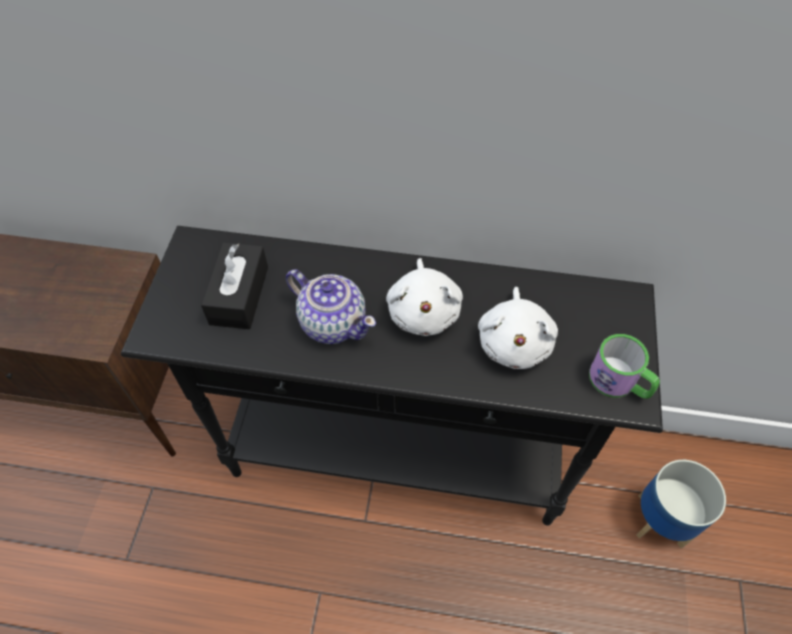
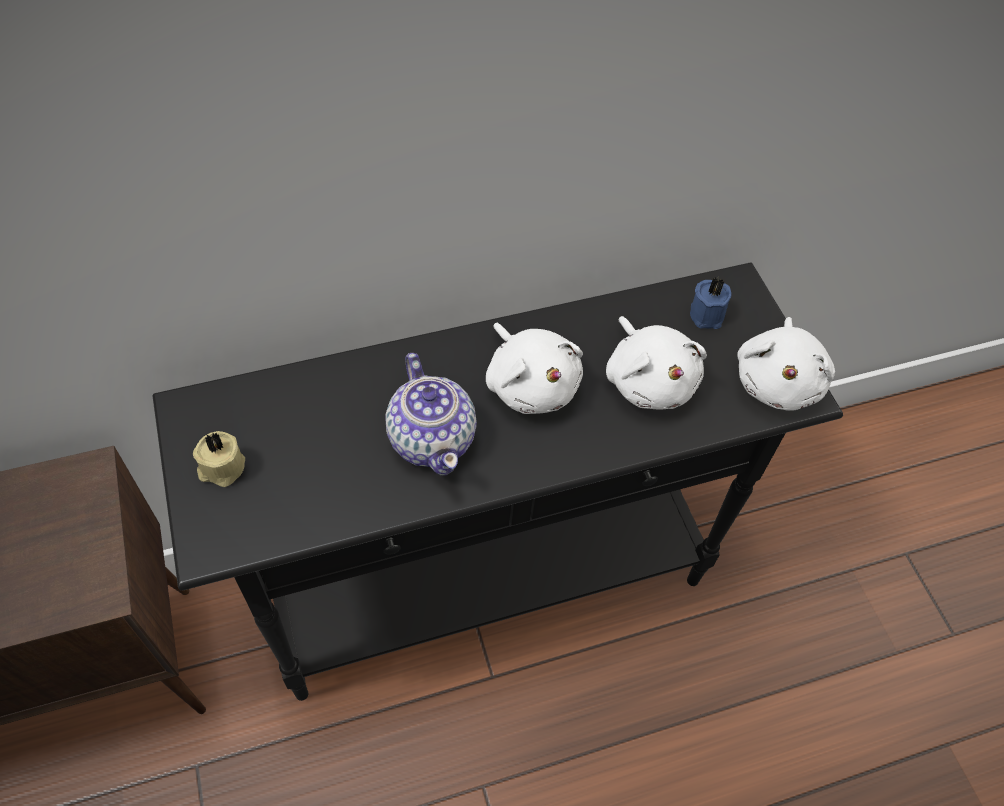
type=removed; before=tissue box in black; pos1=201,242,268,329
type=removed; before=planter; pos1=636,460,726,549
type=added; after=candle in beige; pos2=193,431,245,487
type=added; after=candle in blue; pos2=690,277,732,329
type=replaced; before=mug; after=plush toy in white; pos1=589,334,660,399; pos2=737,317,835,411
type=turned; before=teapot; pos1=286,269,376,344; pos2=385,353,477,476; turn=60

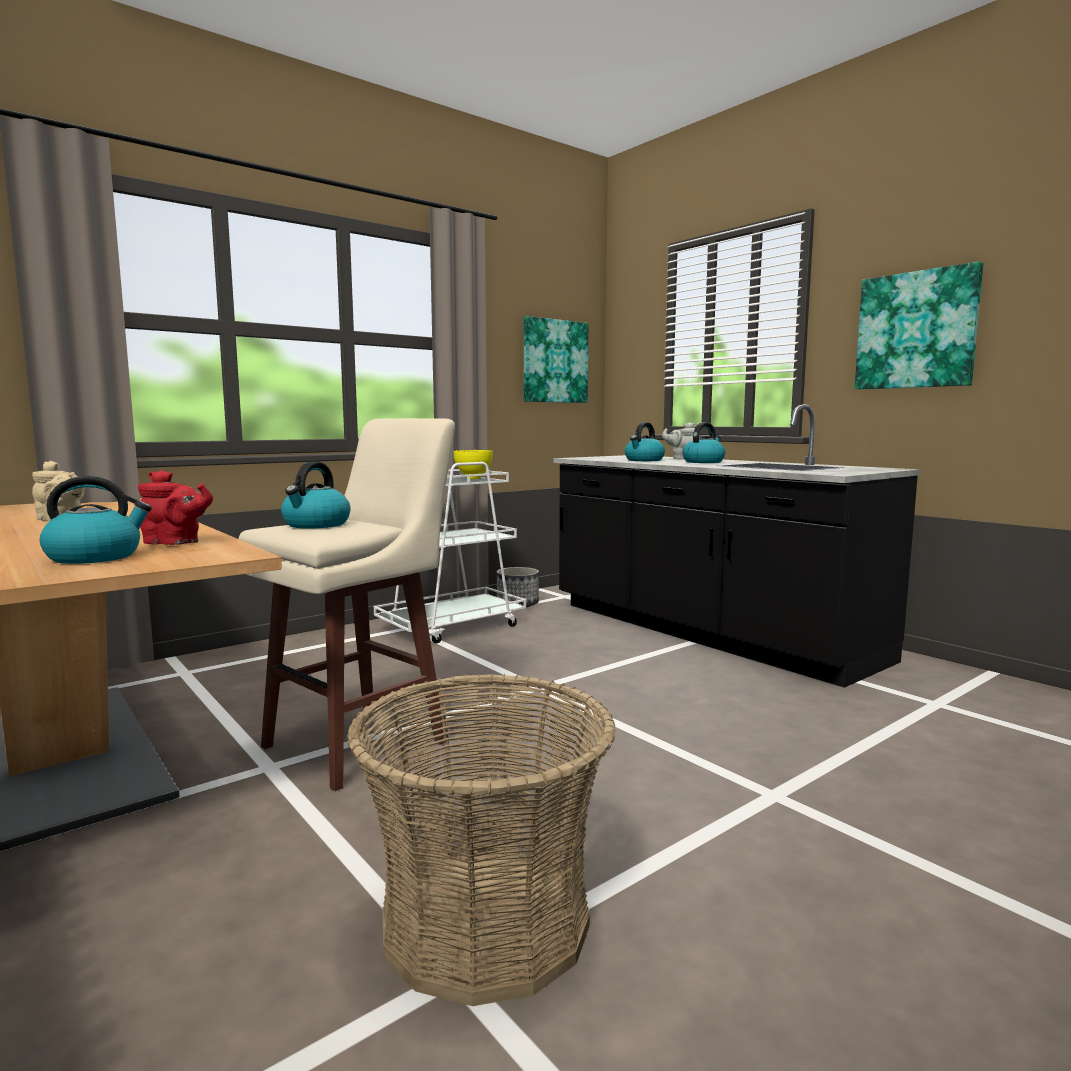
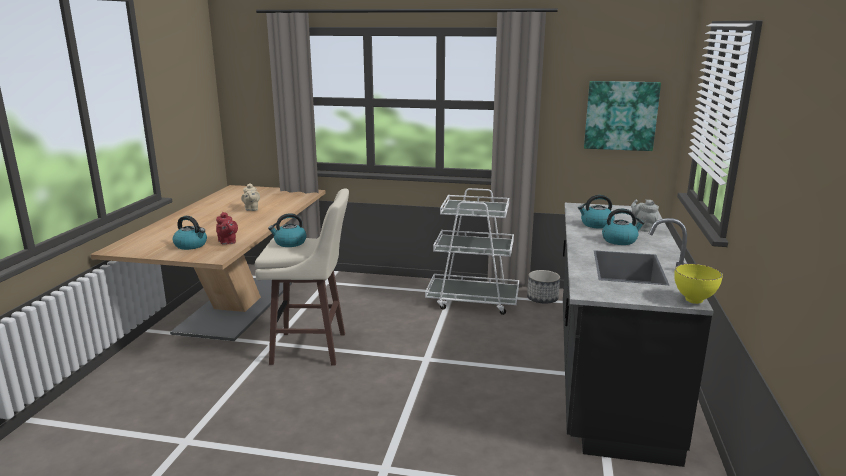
type=removed; before=basket; pos1=347,674,616,1006
type=removed; before=picture; pos1=855,261,983,389
type=moved; before=bowl in yellow; pos1=454,450,492,479; pos2=674,264,723,304

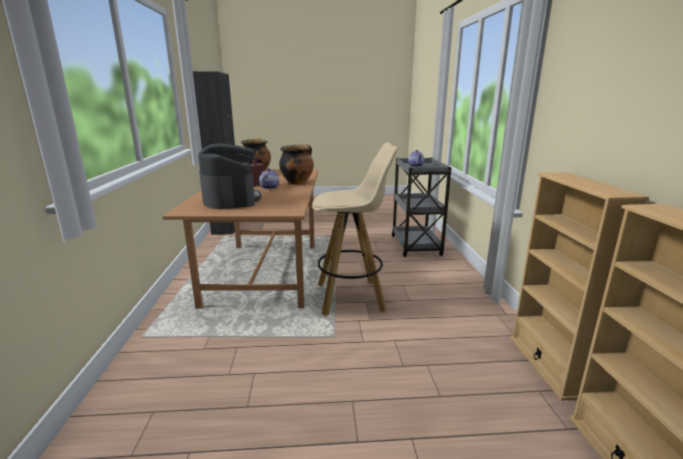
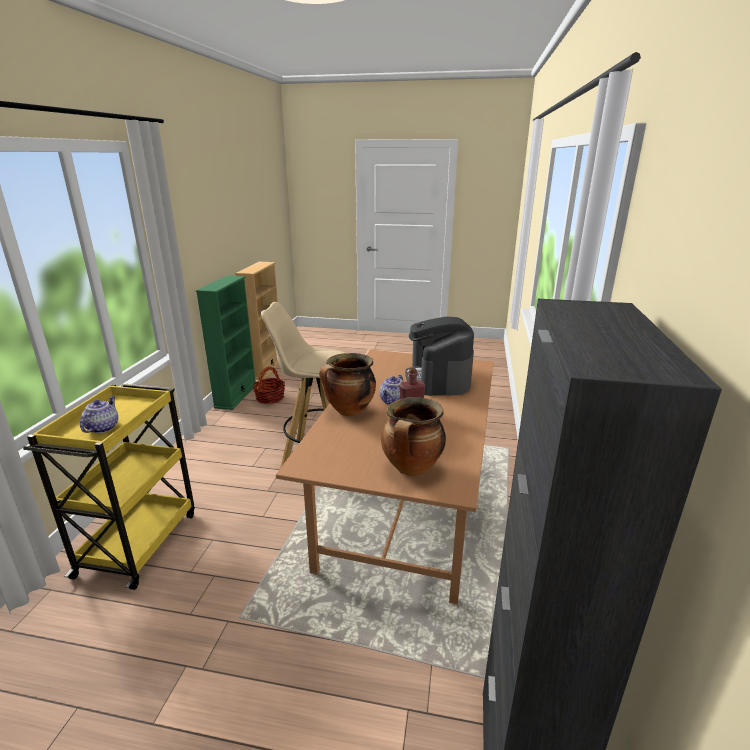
type=added; after=basket; pos2=253,367,285,404
type=recoloured; before=cart in grey; after=cart in yellow; pos1=392,157,452,257; pos2=23,383,195,590
type=recoloured; before=bookcase in beige; after=bookcase in green; pos1=510,173,649,401; pos2=196,276,256,410

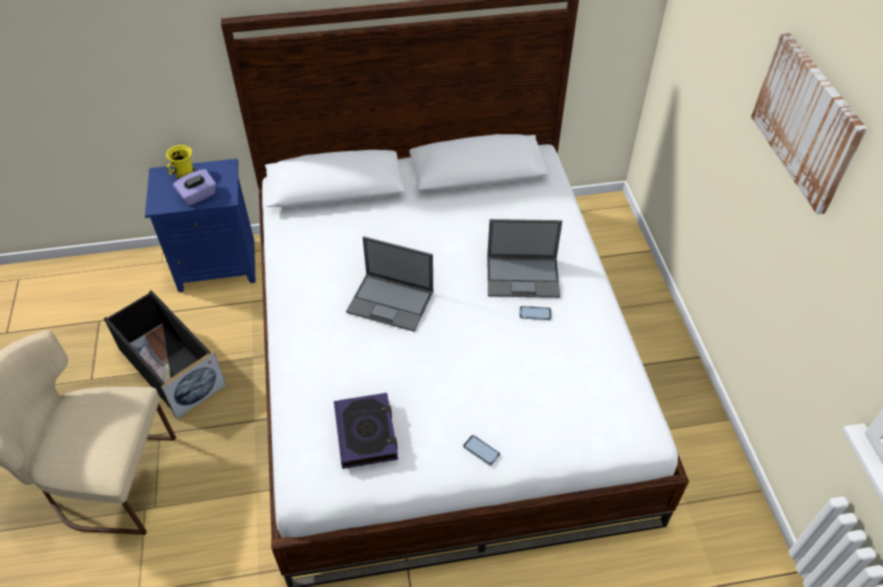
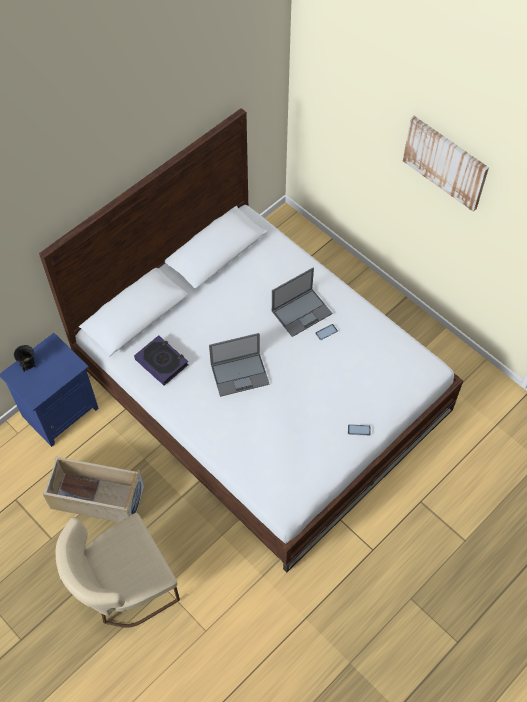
type=removed; before=tissue box in purple; pos1=173,169,216,206
type=moved; before=book; pos1=334,393,398,469; pos2=134,335,189,386
type=recoloured; before=storage box in black; after=storage box in beige; pos1=104,290,226,419; pos2=43,456,144,522
type=recoloured; before=mug in yellow; after=mug in black; pos1=166,145,195,178; pos2=14,345,36,372

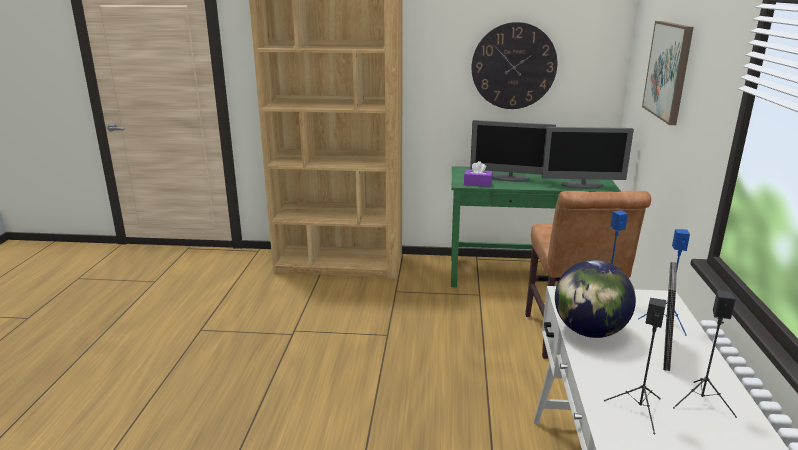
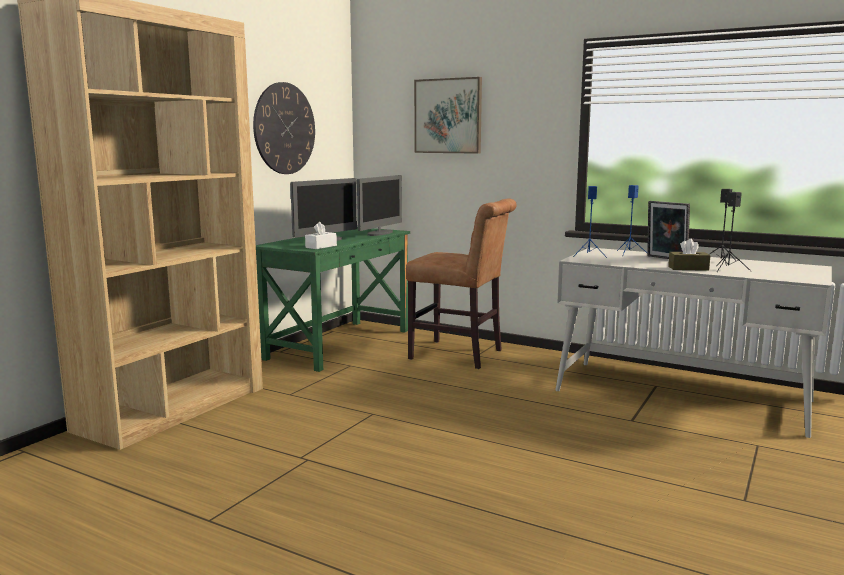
type=removed; before=globe; pos1=555,260,636,338
type=added; after=tissue box in brown; pos2=668,238,710,271
type=recoloured; before=tissue box in purple; after=tissue box in white; pos1=464,161,492,187; pos2=305,222,337,249

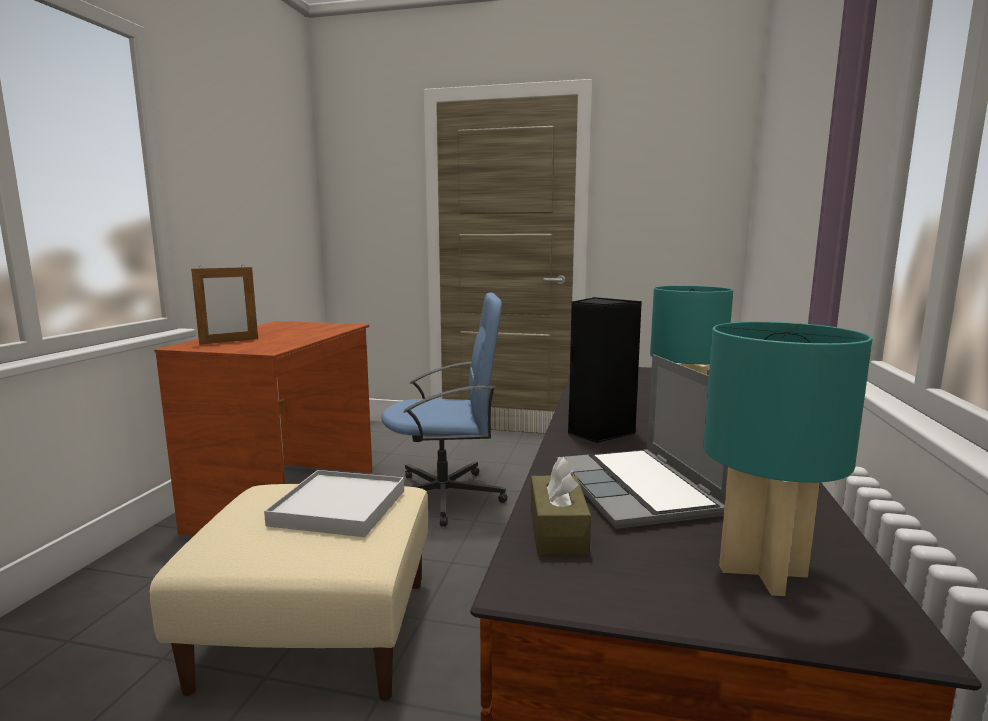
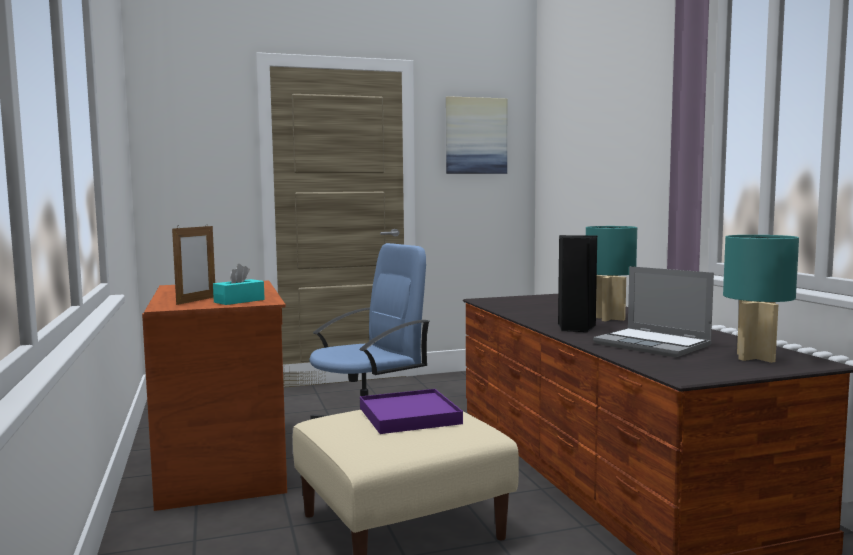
type=removed; before=tissue box in brown; pos1=531,457,591,555
type=added; after=tissue box in turquoise; pos2=213,264,265,305
type=added; after=picture; pos2=446,96,507,174
type=recoloured; before=tray in white; after=tray in purple; pos1=264,470,404,537; pos2=360,389,463,434

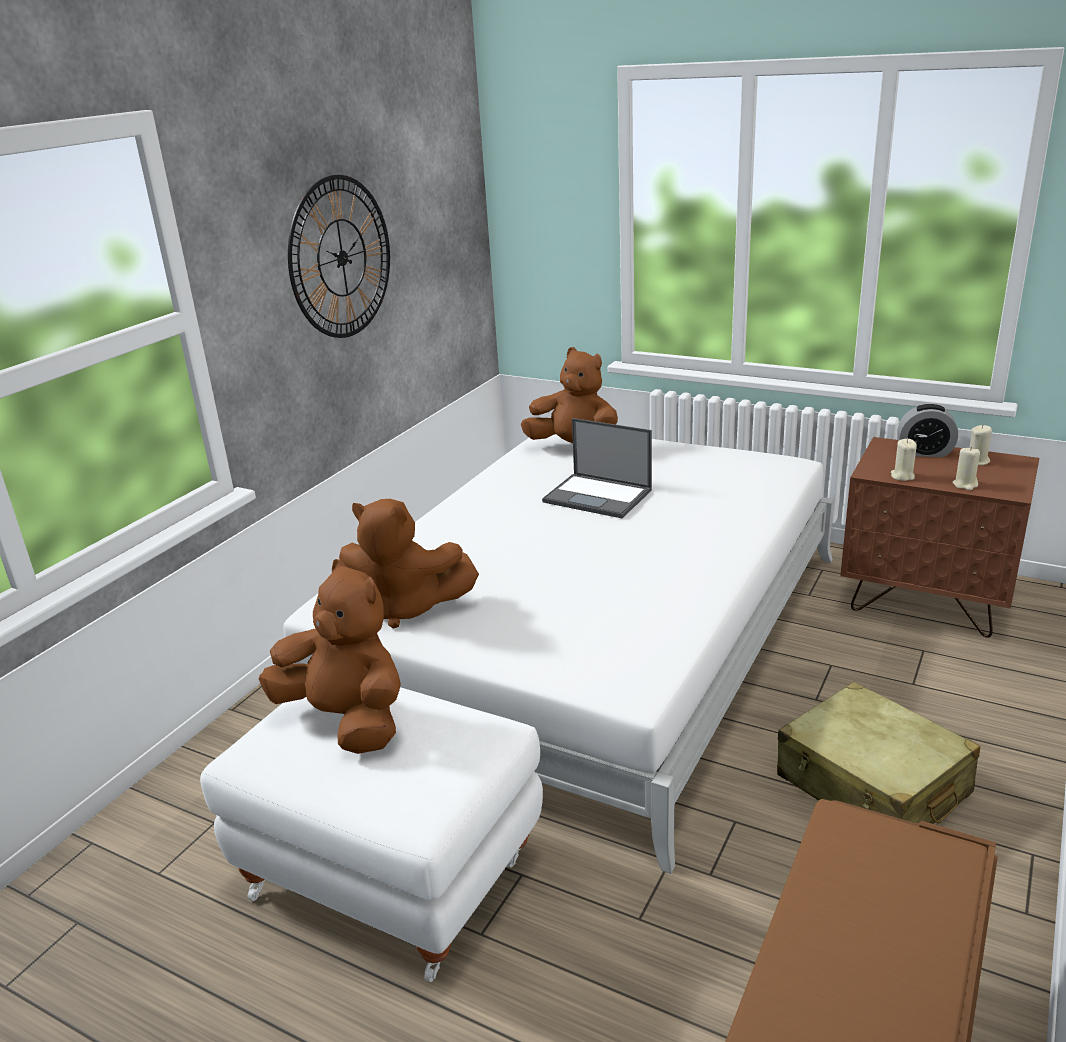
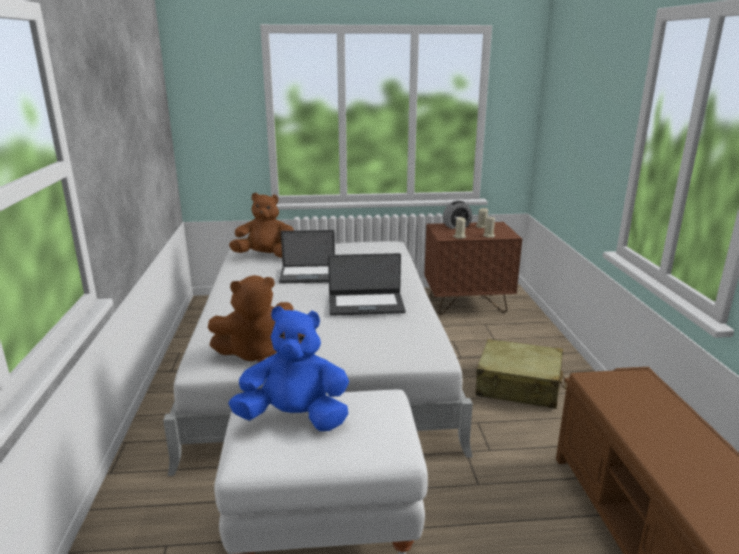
type=removed; before=wall clock; pos1=288,175,390,338
type=added; after=laptop; pos2=328,253,406,316
type=recoloured; before=plush toy in brown; after=plush toy in blue; pos1=258,559,401,754; pos2=228,306,349,431

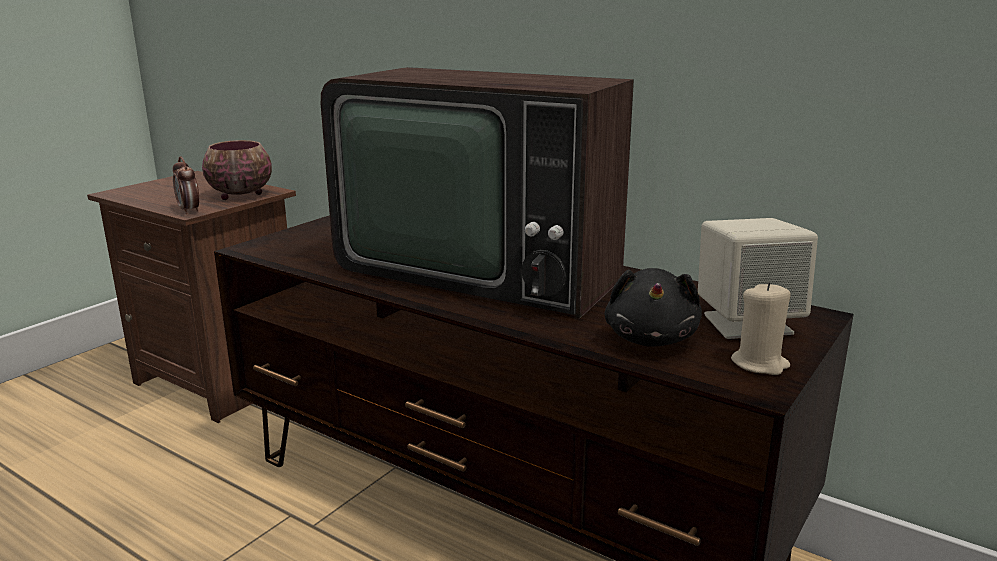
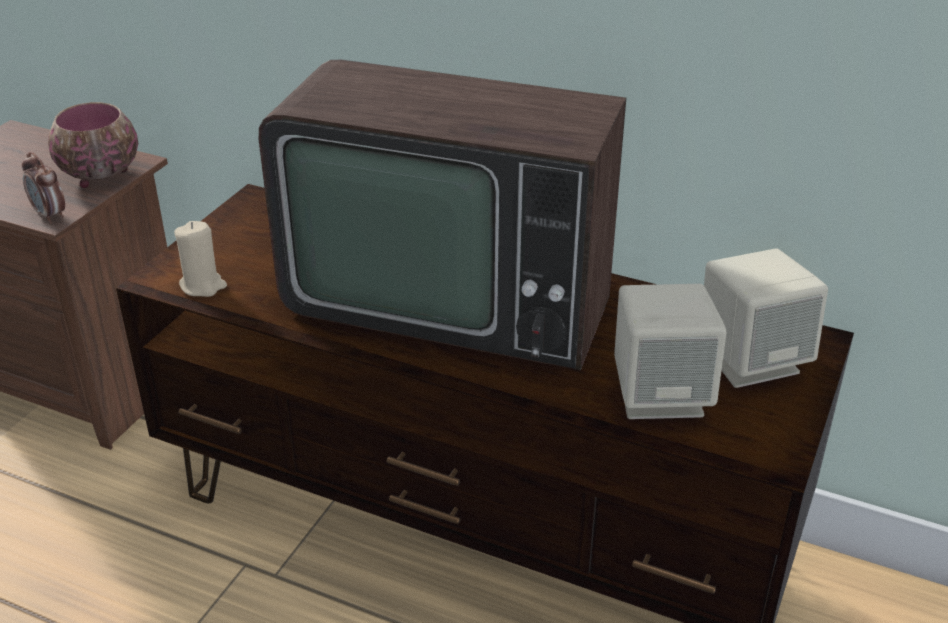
type=moved; before=candle in beige; pos1=731,282,791,375; pos2=174,221,227,297
type=replaced; before=plush toy in black; after=speaker in beige; pos1=604,268,702,346; pos2=614,284,727,419

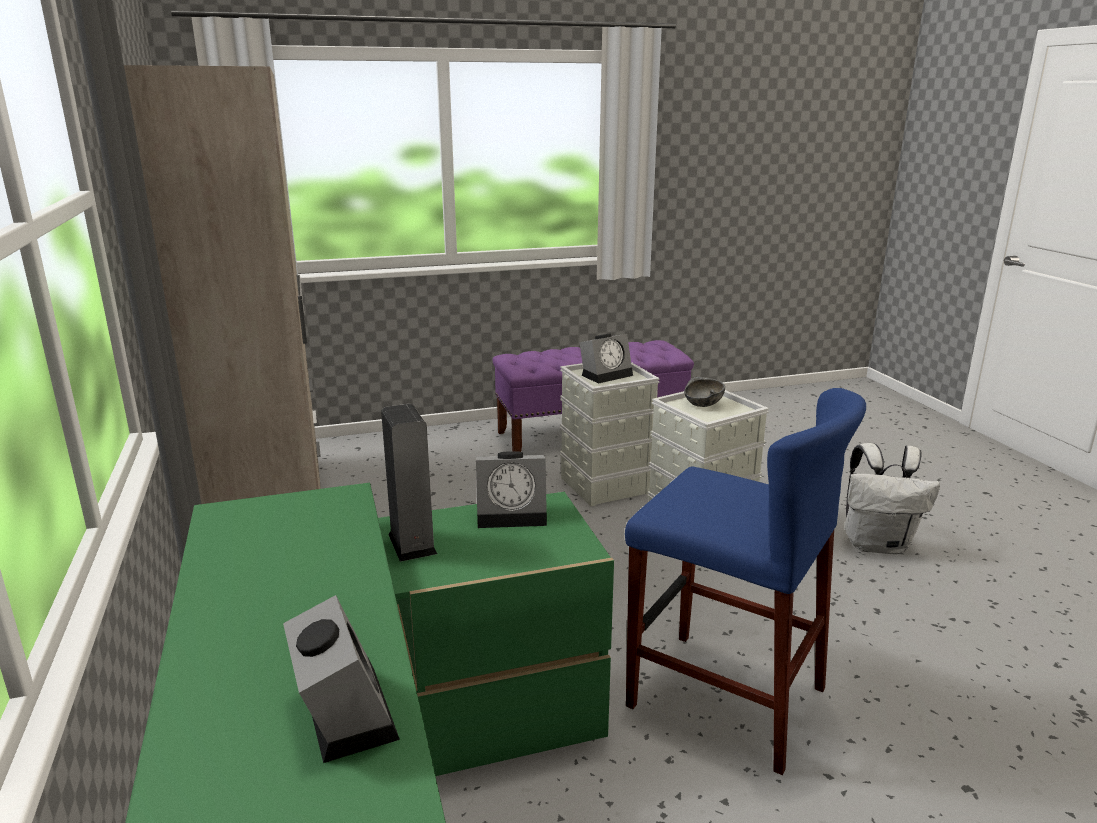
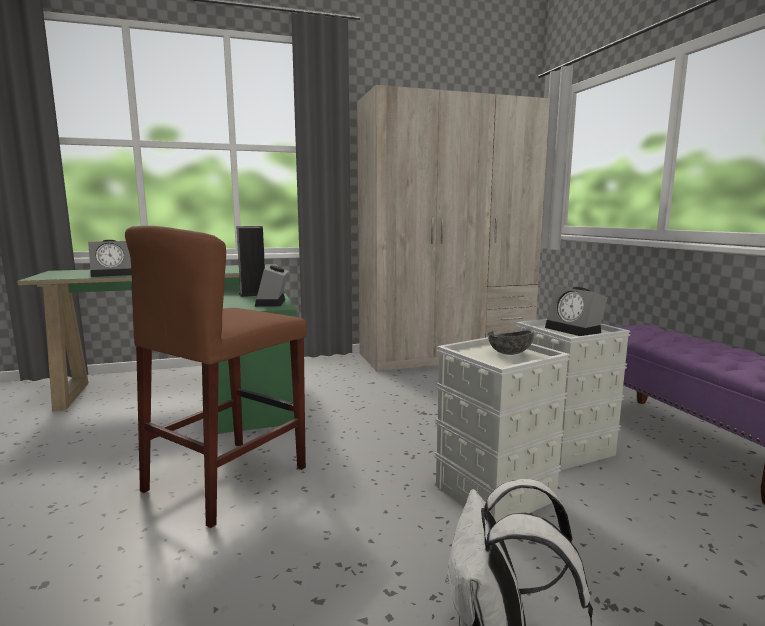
type=recoloured; before=stool in blue; after=stool in brown; pos1=625,388,866,775; pos2=125,226,307,528

